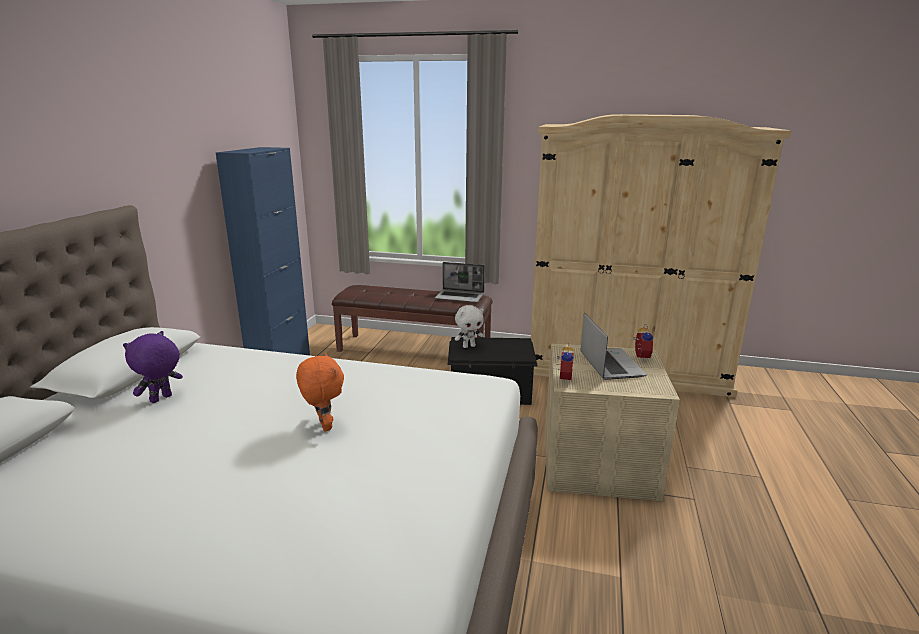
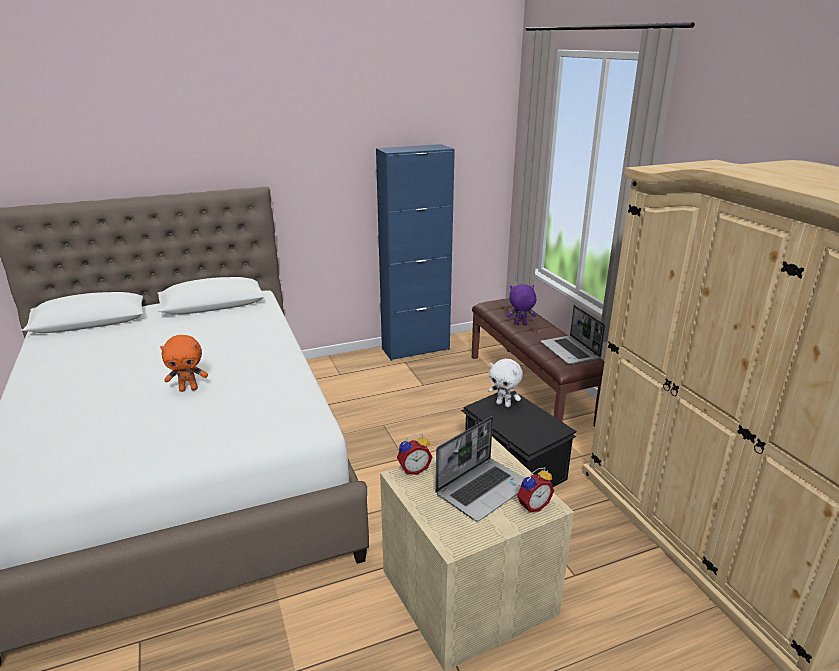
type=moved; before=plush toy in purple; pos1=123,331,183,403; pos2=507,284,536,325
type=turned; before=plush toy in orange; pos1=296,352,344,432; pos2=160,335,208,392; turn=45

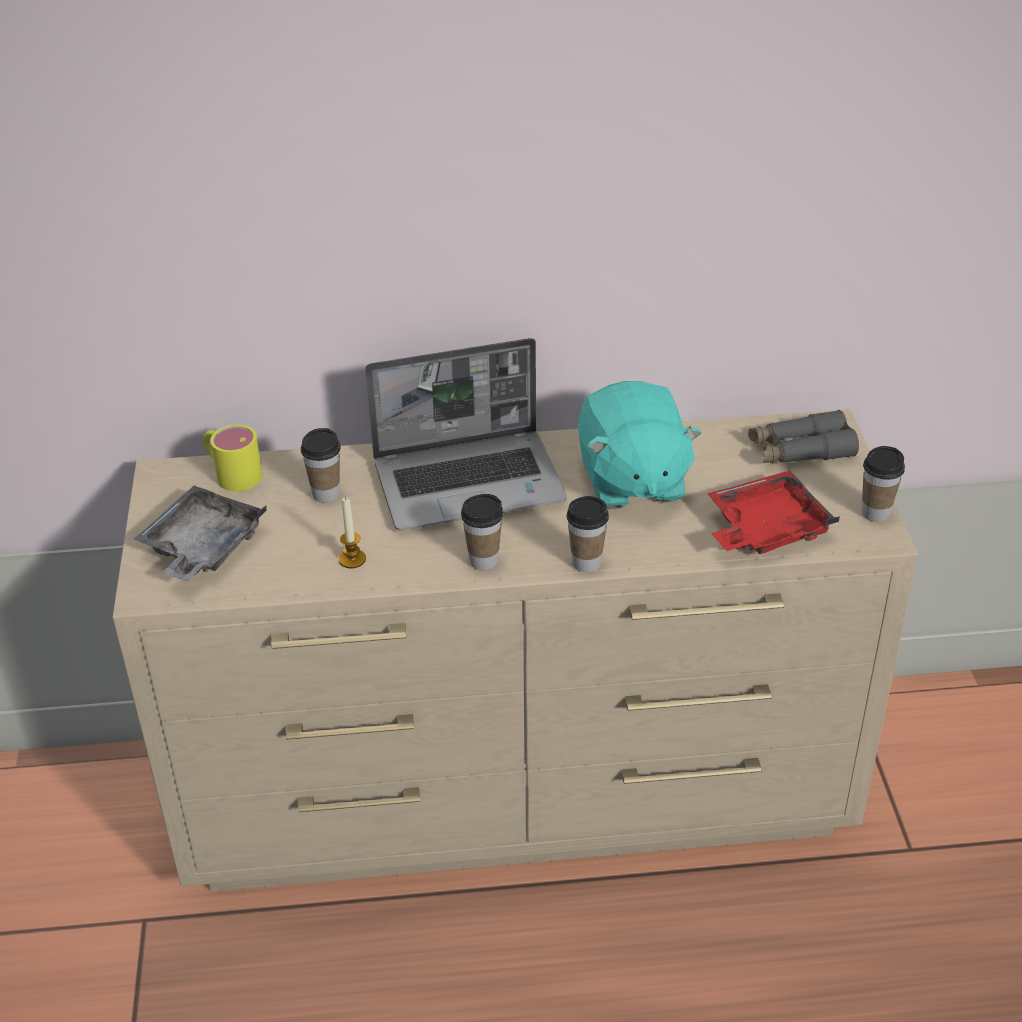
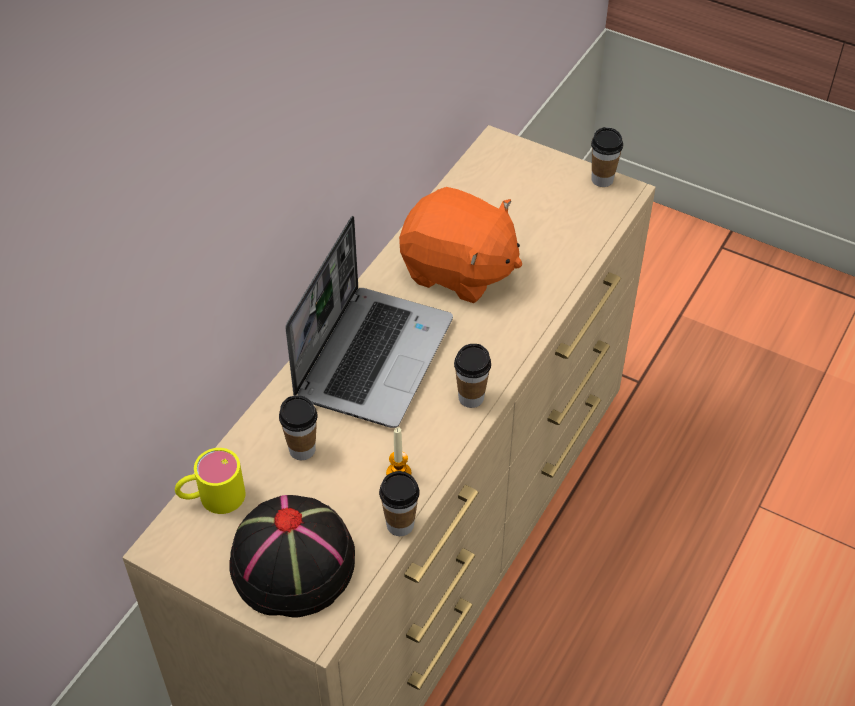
type=removed; before=tray in red; pos1=708,470,840,554
type=removed; before=binoculars in grey; pos1=748,410,859,463
type=moved; before=cup; pos1=567,496,609,572; pos2=379,471,420,536
type=replaced; before=tray in grey; after=hat in black; pos1=135,486,267,581; pos2=229,495,355,618
type=recoloured; before=plush toy in turquoise; after=plush toy in orange; pos1=578,381,702,509; pos2=399,187,522,303

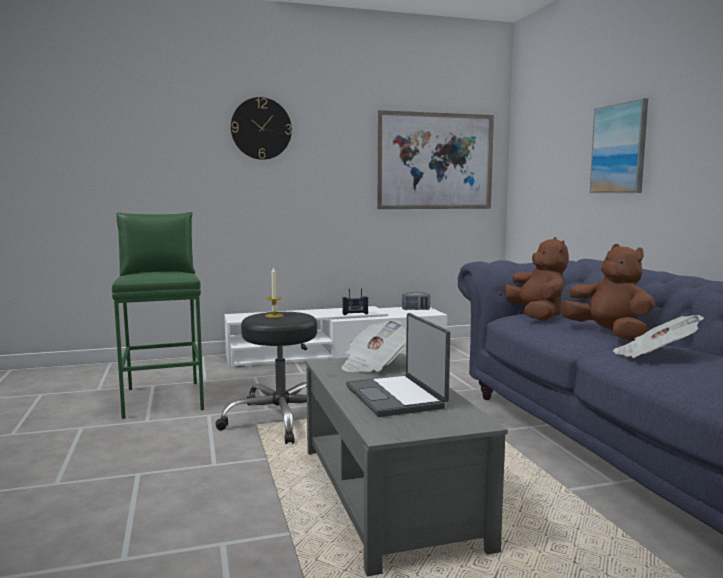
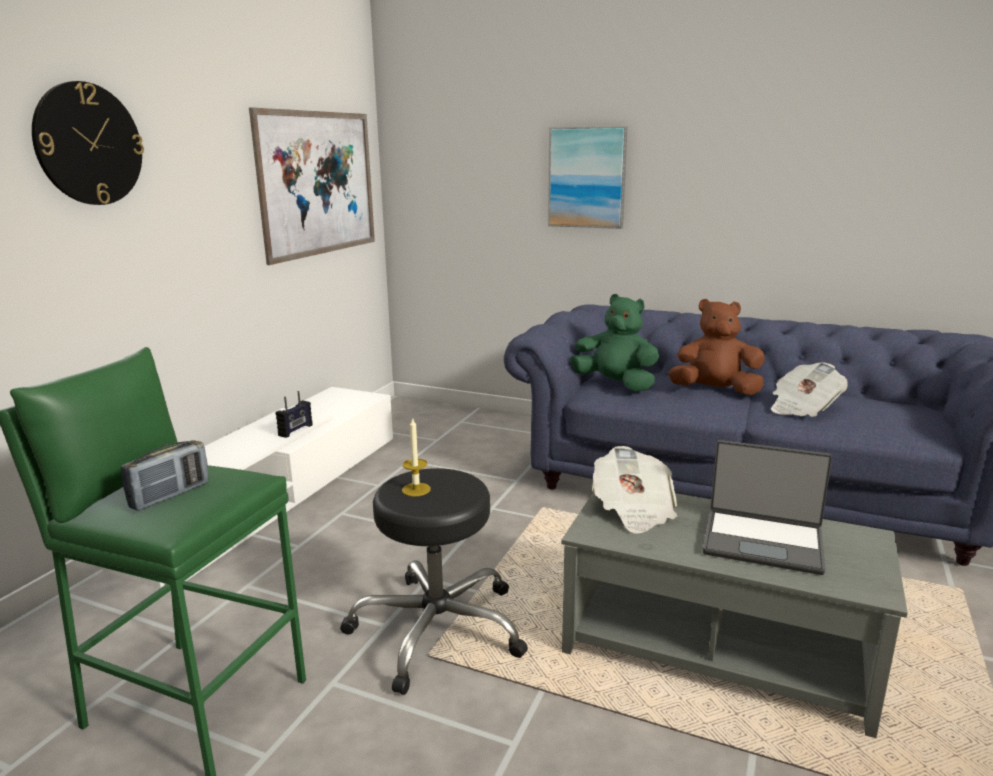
type=moved; before=radio; pos1=402,292,430,310; pos2=121,440,209,511
type=recoloured; before=plush toy in brown; after=plush toy in green; pos1=504,237,568,320; pos2=570,294,659,391

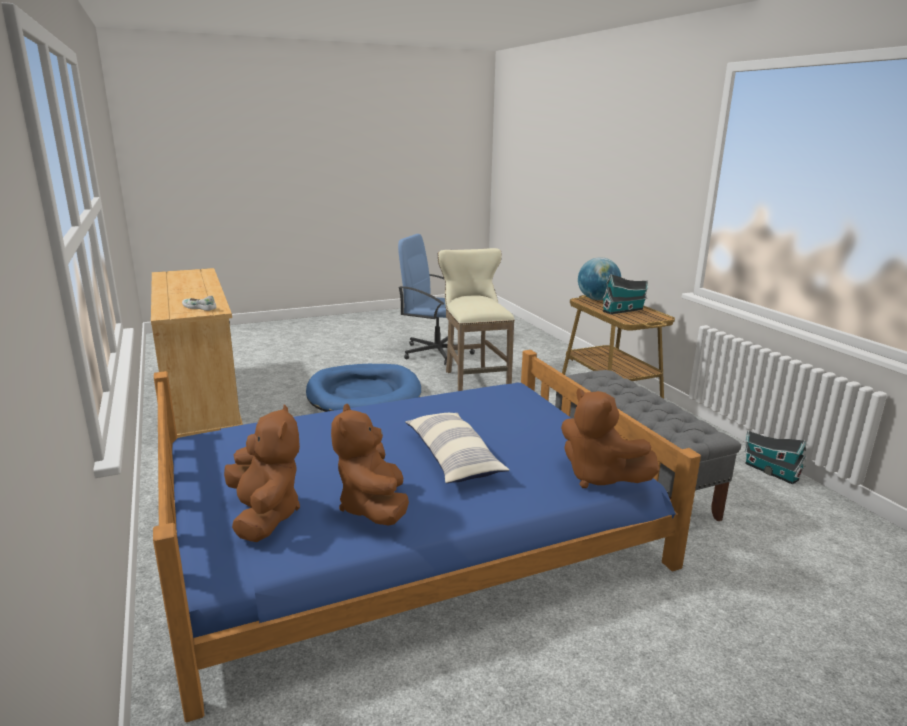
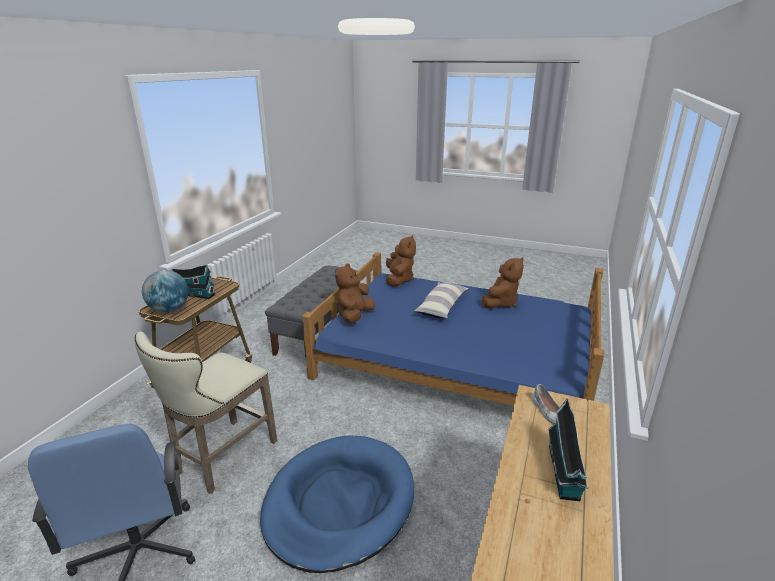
type=moved; before=plush toy in brown; pos1=224,404,300,542; pos2=335,263,375,323
type=moved; before=toy house; pos1=745,431,806,484; pos2=548,398,589,501

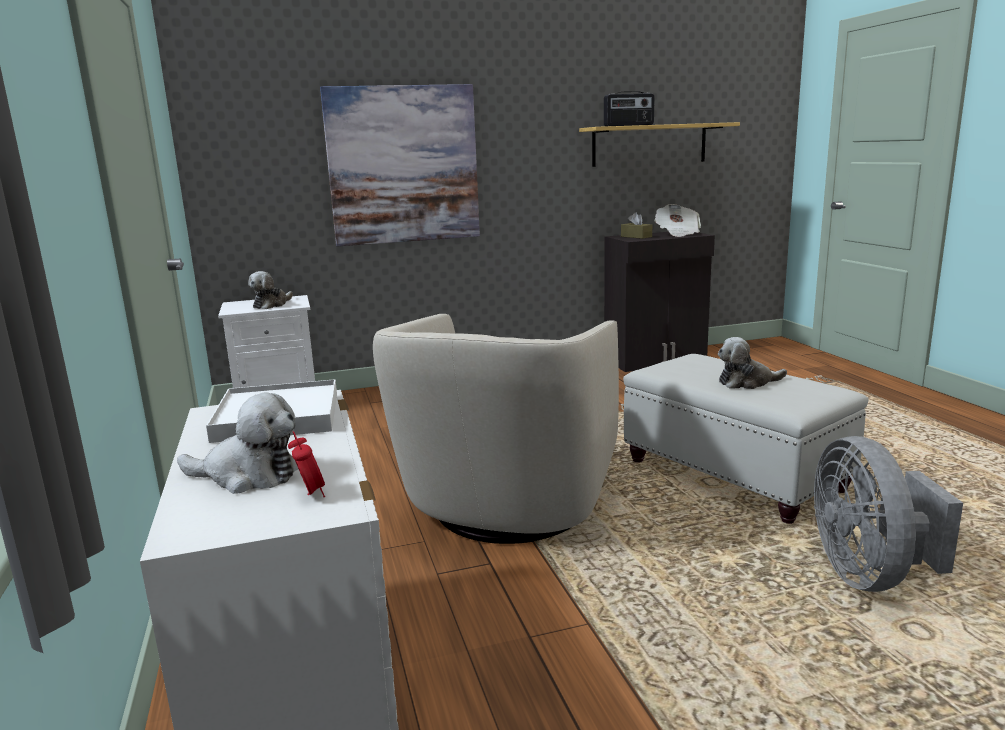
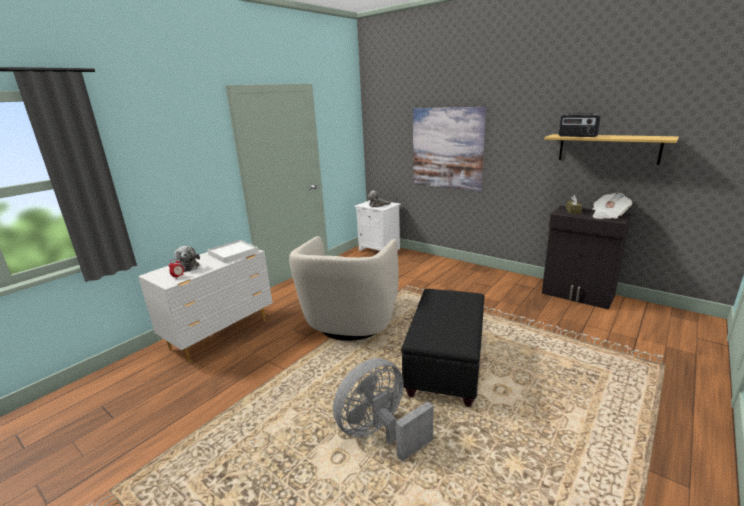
type=removed; before=plush toy; pos1=718,337,787,389
type=recoloured; before=ottoman in white; after=ottoman in black; pos1=623,354,869,524; pos2=401,289,484,407
type=turned; before=armchair in beige; pos1=373,314,619,544; pos2=289,236,399,341; turn=-60

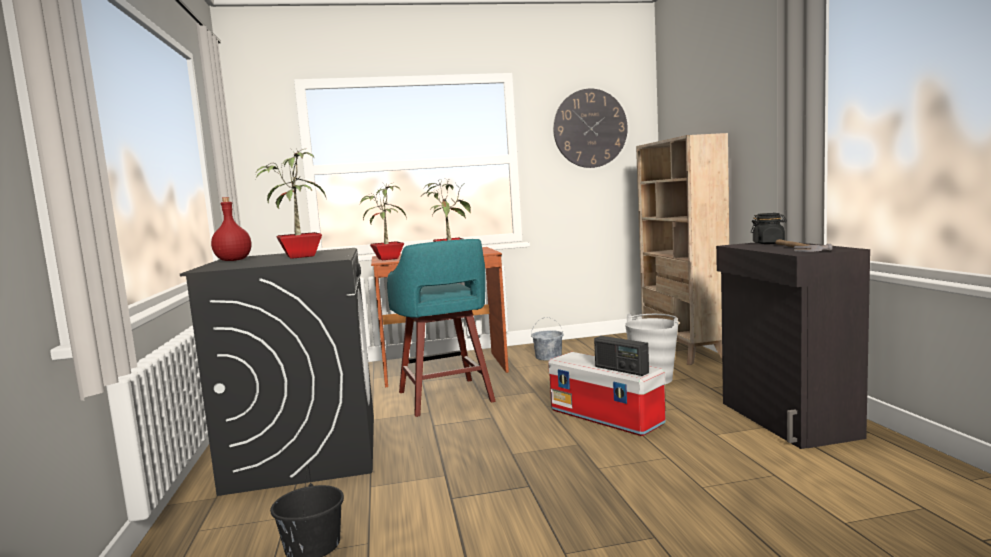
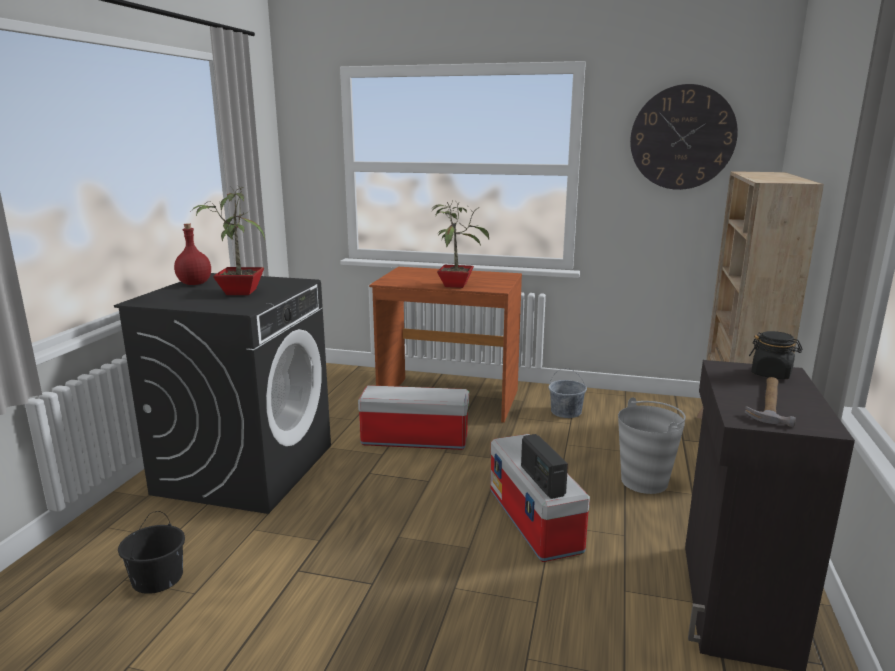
type=removed; before=potted plant; pos1=360,183,407,260
type=replaced; before=stool in turquoise; after=storage box; pos1=387,239,496,417; pos2=358,385,469,450

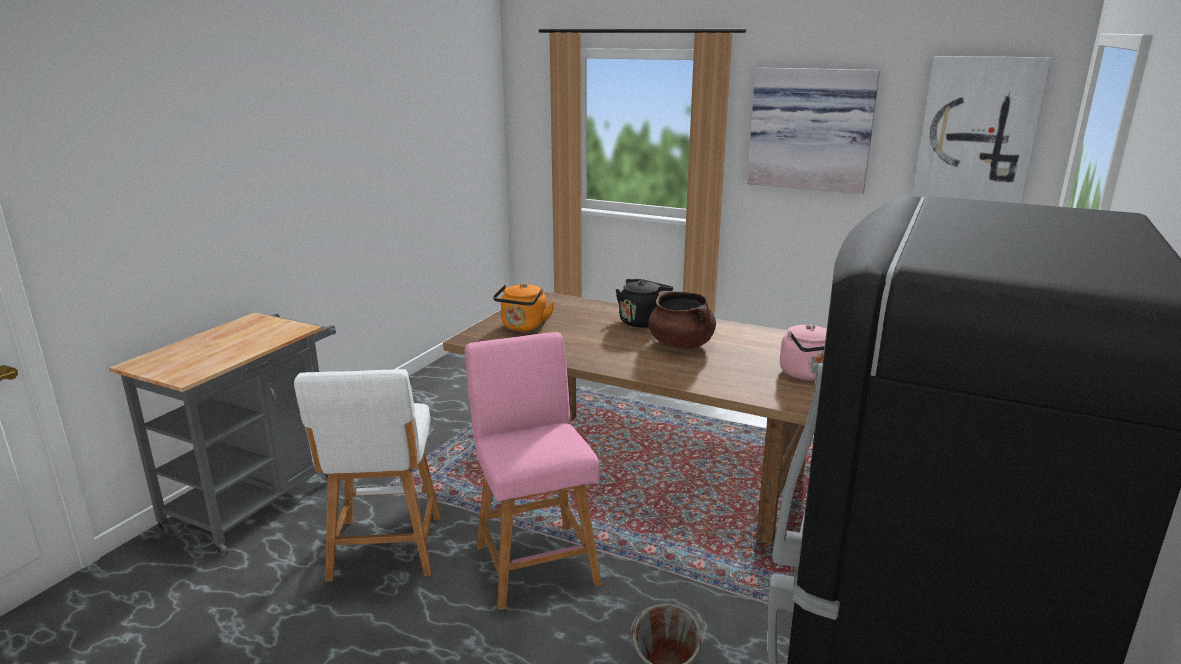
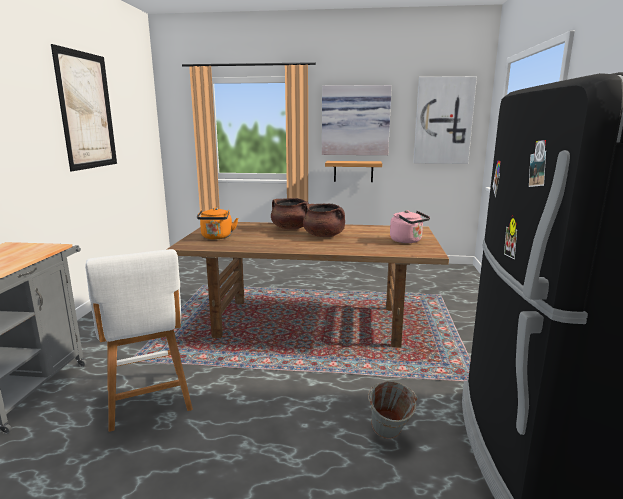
type=removed; before=stool in pink; pos1=465,332,602,610
type=added; after=picture; pos2=51,44,117,172
type=added; after=shelf; pos2=325,161,382,182
type=replaced; before=kettle in black; after=cooking pot in brown; pos1=616,279,673,328; pos2=271,198,309,230

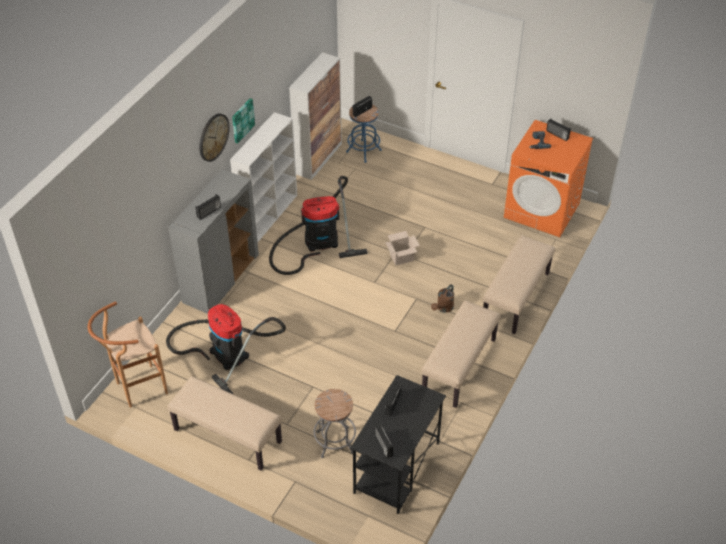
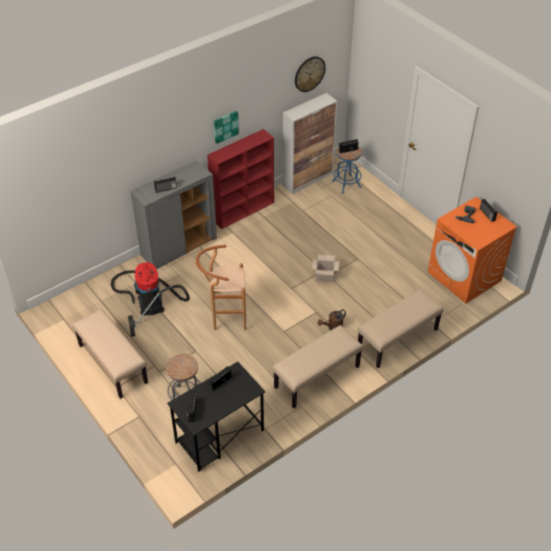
type=removed; before=vacuum cleaner; pos1=269,176,367,275
type=moved; before=stool in brown; pos1=88,301,168,407; pos2=196,245,246,330
type=moved; before=wall clock; pos1=200,113,230,162; pos2=295,56,326,92
type=recoloured; before=bookcase in white; after=bookcase in red; pos1=230,112,297,242; pos2=207,129,274,229

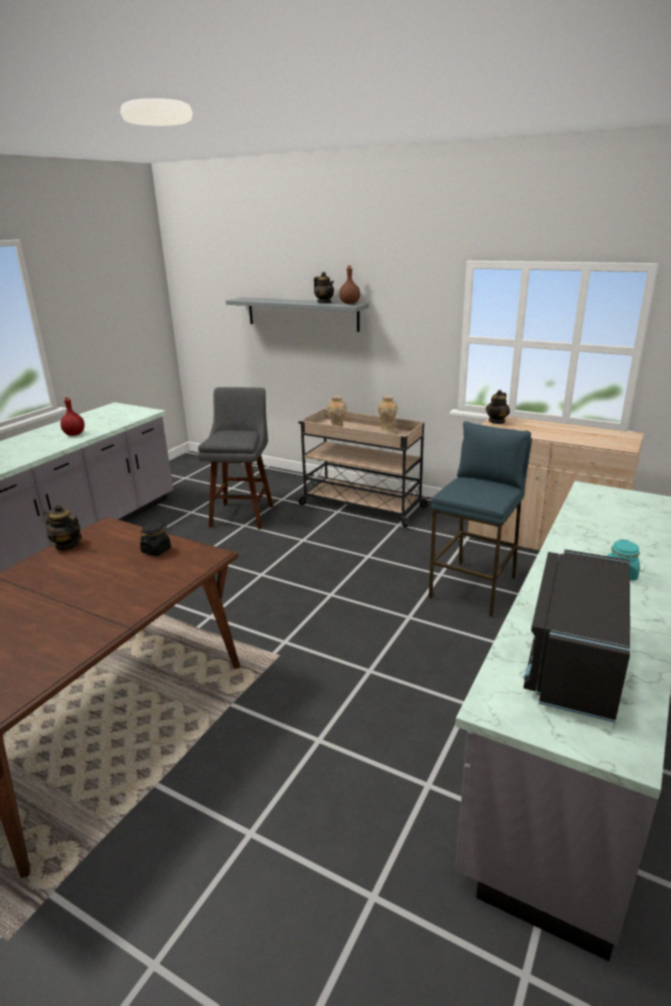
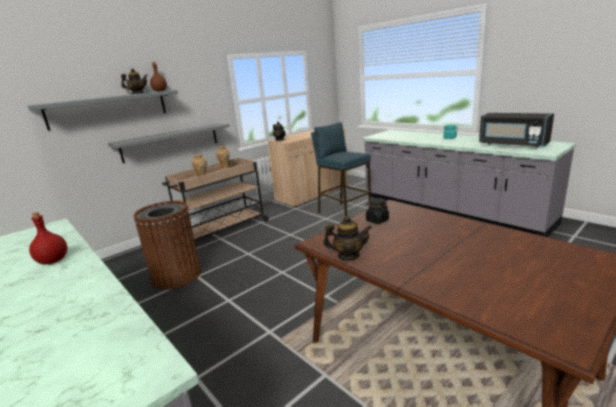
type=added; after=shelf in grey; pos2=108,123,230,163
type=replaced; before=stool in grey; after=trash can in brown; pos1=198,387,273,530; pos2=134,201,201,290
type=turned; before=teapot; pos1=44,504,82,551; pos2=323,215,372,261; turn=-135

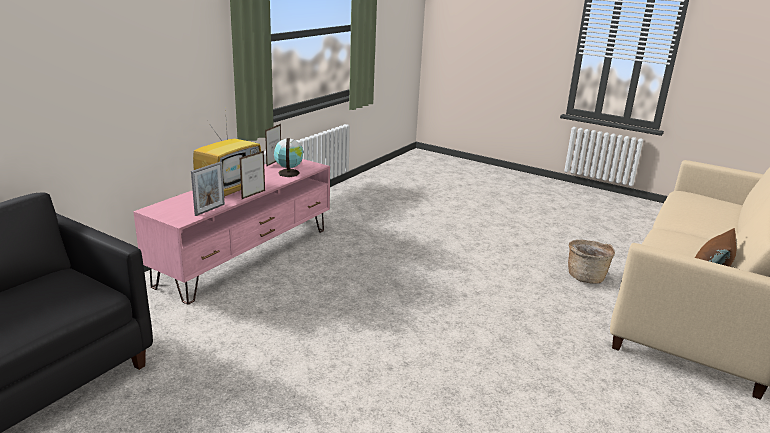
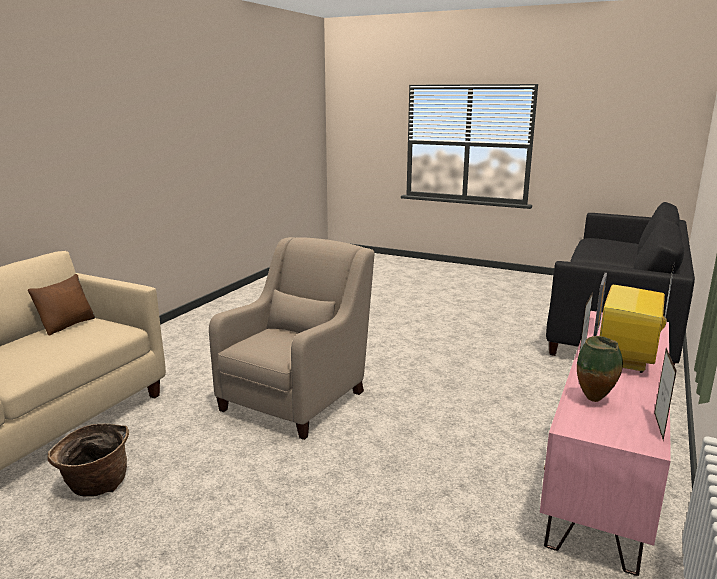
type=added; after=armchair in beige; pos2=209,237,375,440
type=replaced; before=globe; after=vase; pos1=274,138,303,177; pos2=577,336,623,402

